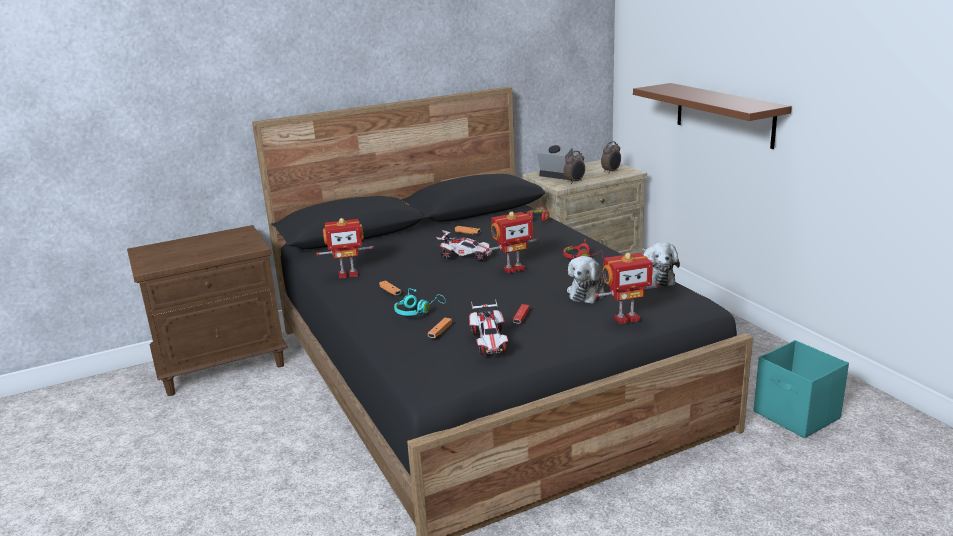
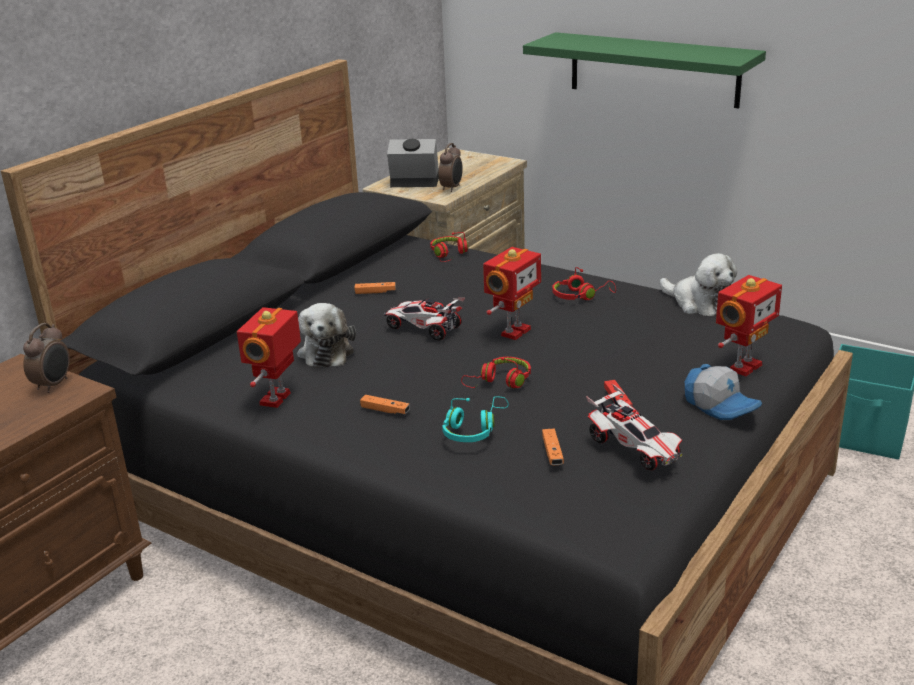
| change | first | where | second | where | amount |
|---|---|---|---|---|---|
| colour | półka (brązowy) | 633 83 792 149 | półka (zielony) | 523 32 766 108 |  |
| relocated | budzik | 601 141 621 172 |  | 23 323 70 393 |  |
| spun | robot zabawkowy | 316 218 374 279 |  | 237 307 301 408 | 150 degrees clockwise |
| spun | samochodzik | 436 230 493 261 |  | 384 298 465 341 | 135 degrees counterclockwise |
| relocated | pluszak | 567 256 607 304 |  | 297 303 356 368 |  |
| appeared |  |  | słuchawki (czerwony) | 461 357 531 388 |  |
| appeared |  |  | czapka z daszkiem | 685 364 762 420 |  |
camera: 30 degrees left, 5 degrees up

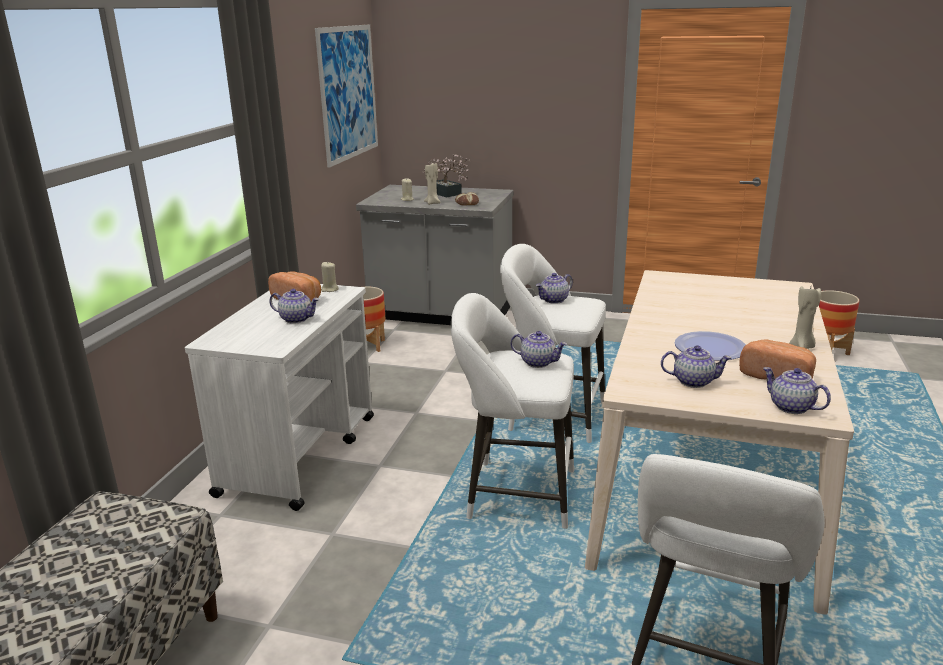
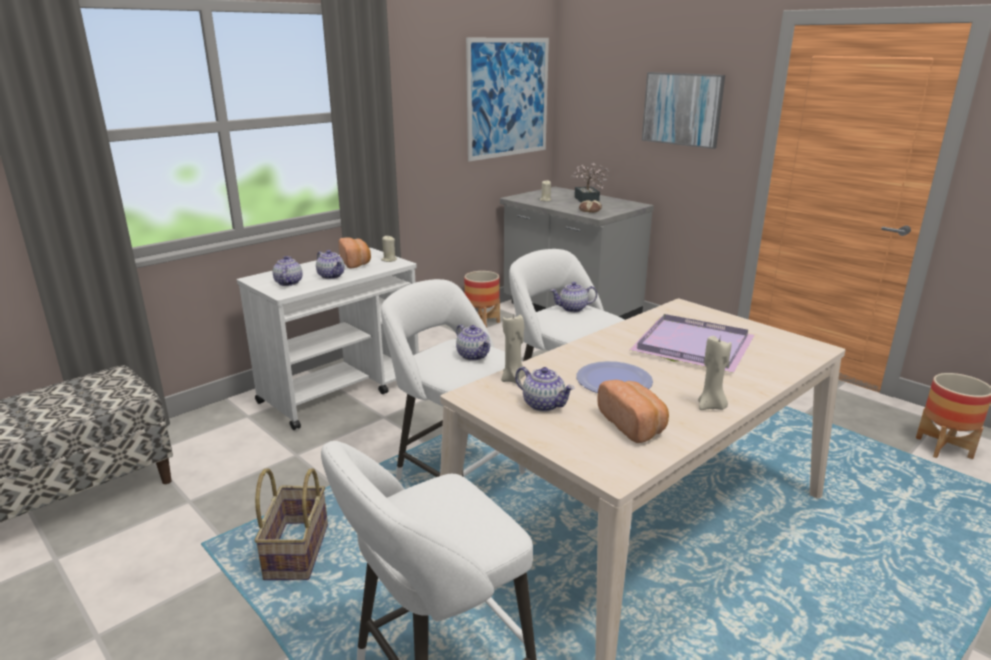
| change | first | where | second | where | amount |
|---|---|---|---|---|---|
| relocated | świeca (beżowy) | 424 163 441 205 |  | 501 313 525 384 |  |
| relocated | imbryk | 763 367 831 414 |  | 273 256 303 286 |  |
| appeared |  |  | obraz | 642 72 725 149 |  |
| appeared |  |  | taca (fioletowy) | 630 314 754 373 |  |
| appeared |  |  | koszyk | 254 468 328 580 |  |
camera: 30 degrees right, 0 degrees up

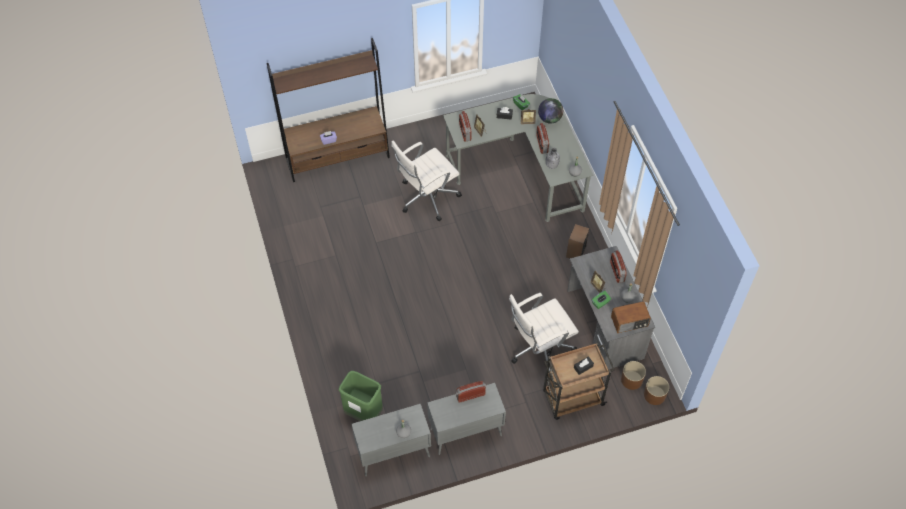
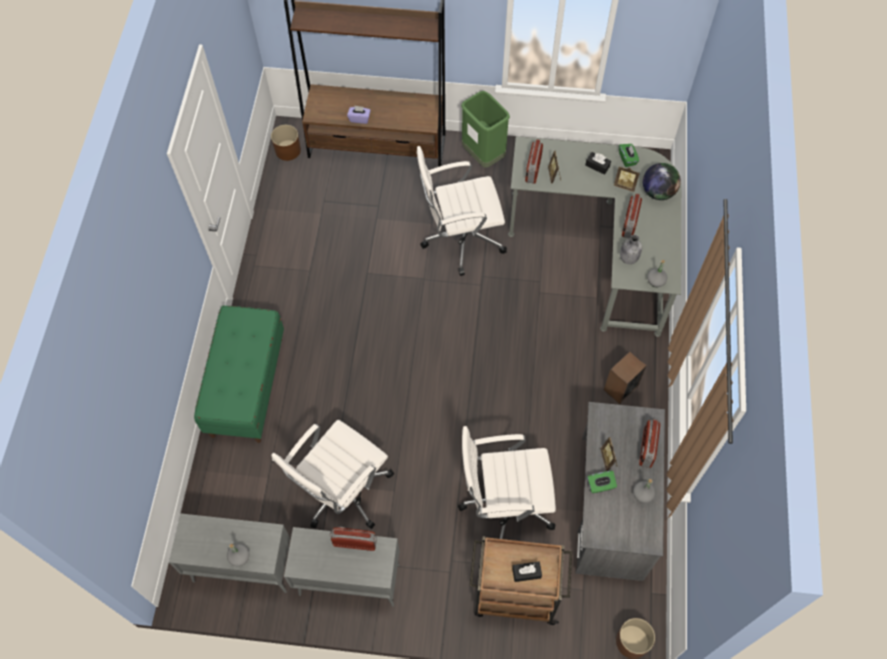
| change | first | where | second | where | amount |
|---|---|---|---|---|---|
| missing | radio | 611 301 651 333 |  |  |  |
| relocated | donica (brązowy) | 621 361 646 390 |  | 271 125 301 161 |  |
| relocated | kosz na śmieci (zielony) | 339 371 383 421 |  | 461 91 510 168 |  |
| appeared |  |  | ławka (zielony) | 194 306 284 443 |  |
| appeared |  |  | krzesło biurowe (biały) | 271 420 394 529 |  |
camera: 25 degrees right, 5 degrees up

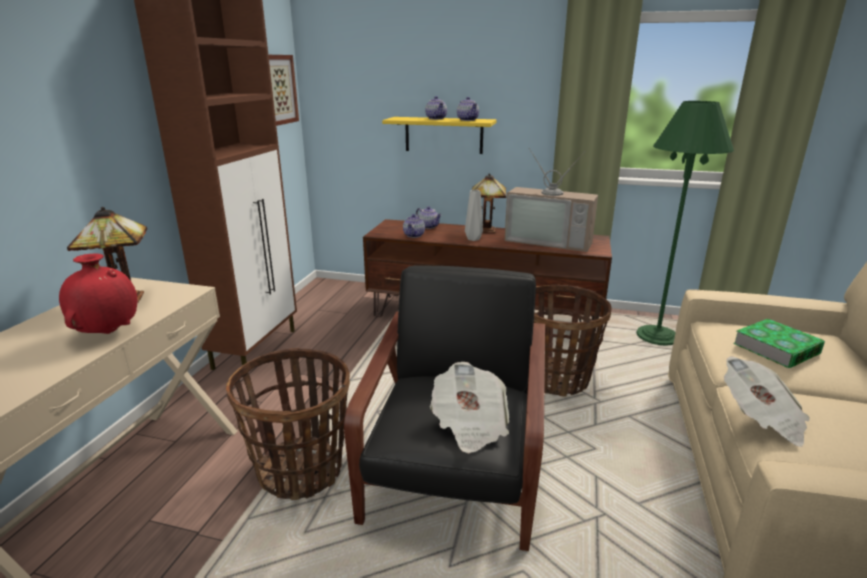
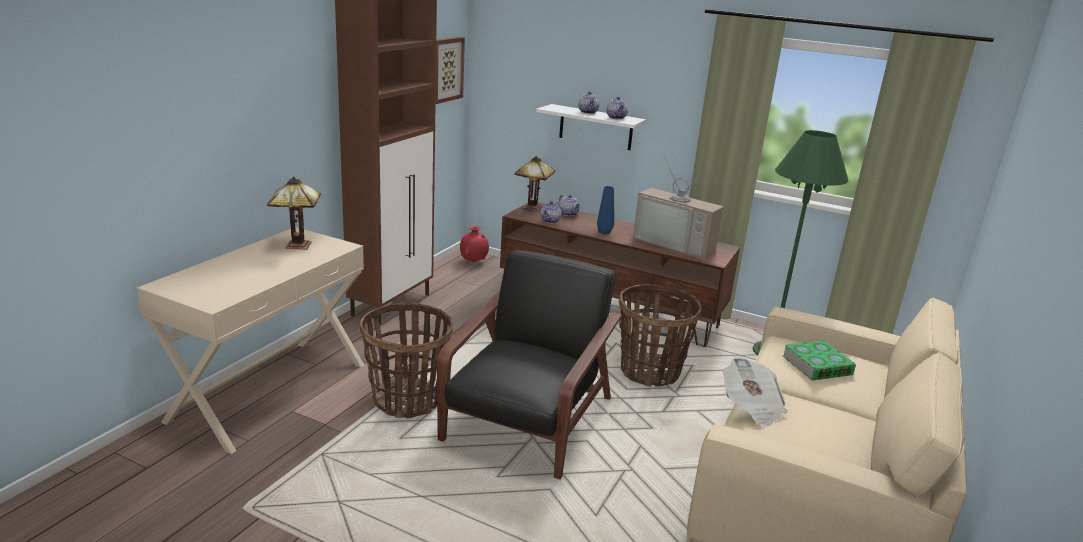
| change | first | where | second | where | amount |
|---|---|---|---|---|---|
| colour | półka (żółty) | 382 117 497 154 | półka (biały) | 536 104 646 150 |  |
| relocated | lampa stołowa | 472 173 506 233 |  | 514 156 555 211 |  |
| colour | wazon (szary) | 465 190 483 241 | wazon (niebieski) | 597 186 614 234 |  |
| relocated | wazon (czerwony) | 59 254 137 334 |  | 460 226 489 262 |  |
| missing | gazeta | 430 362 509 453 |  |  |  |
camera: 10 degrees right, 0 degrees up

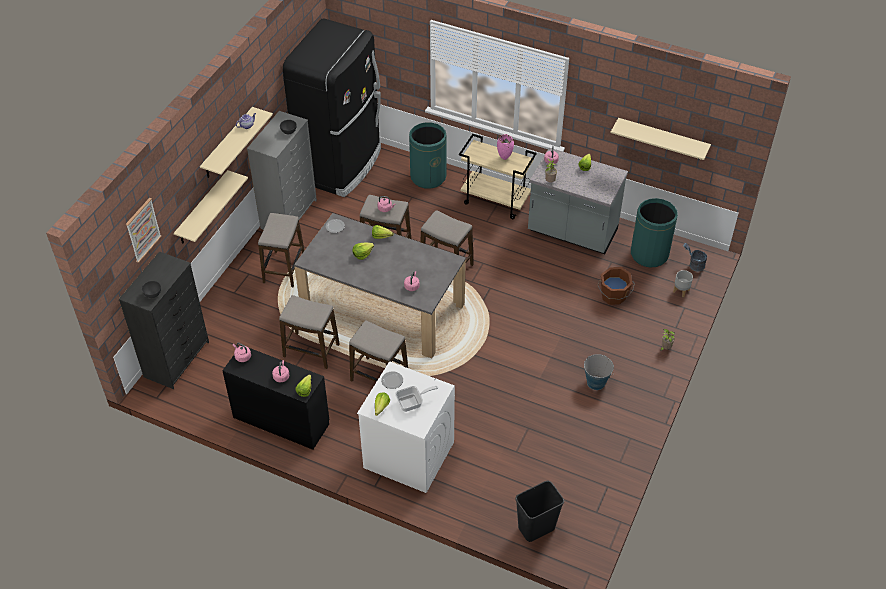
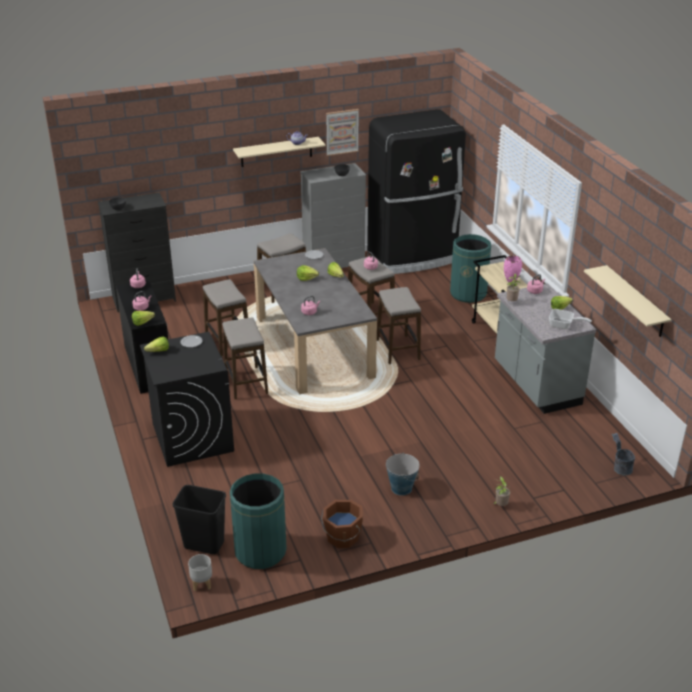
| change | first | where | second | where | amount |
|---|---|---|---|---|---|
| missing | półka (beżowy) | 174 170 248 244 |  |  |  |
| relocated | obraz | 126 198 162 263 |  | 326 109 359 156 |  |
| relocated | kosz na śmieci (zielony) | 631 198 678 268 |  | 230 474 287 569 |  |
| relocated | wiadro (brązowy) | 598 267 635 305 |  | 321 500 363 548 |  |
| relocated | donica (szary) | 673 270 693 297 |  | 188 554 212 591 |  |
| colour | pralka (biały) | 357 361 455 493 | pralka (czarny) | 140 332 234 467 |  |
| relocated | patelnia | 395 386 438 412 |  | 549 309 592 329 |  |
camera: 45 degrees right, 15 degrees down

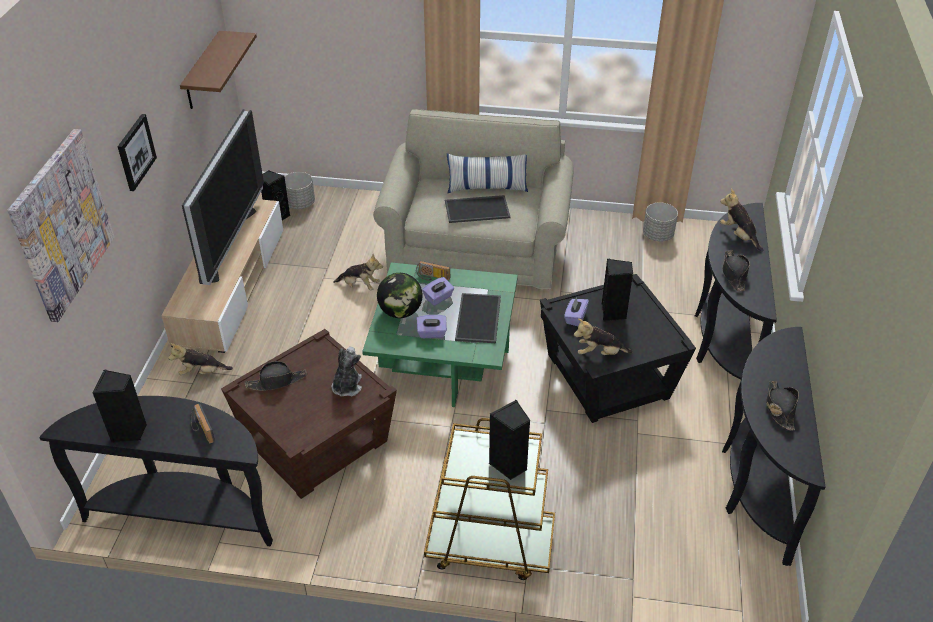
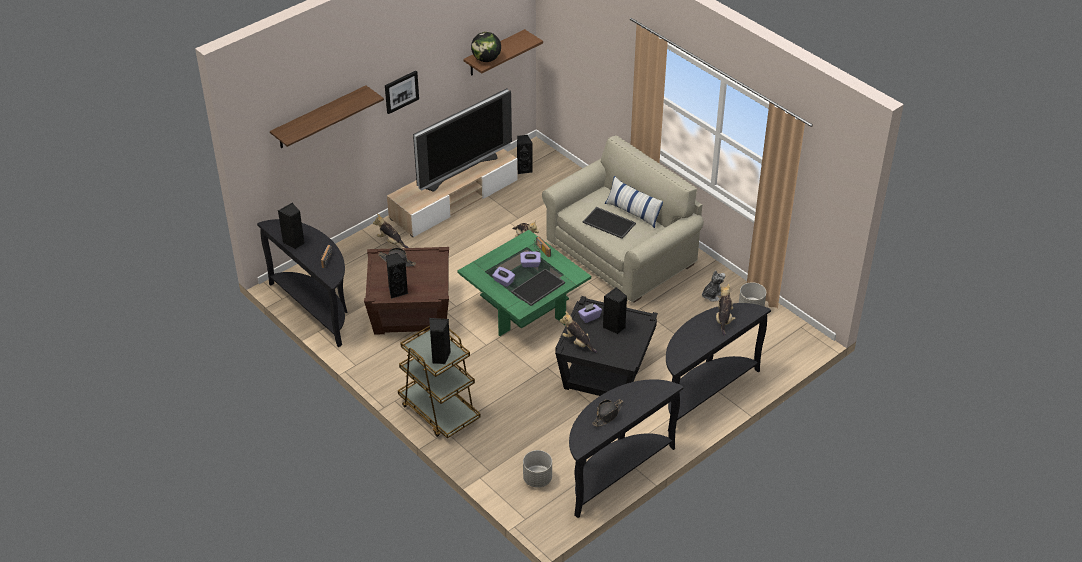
| change | first | where | second | where | amount |
|---|---|---|---|---|---|
| exchanged | obraz | 7 129 114 322 | półka | 270 85 384 148 |  |
| relocated | donica (szary) | 285 172 315 209 |  | 523 450 552 488 |  |
| missing | kapelusz (czarny) | 722 250 750 292 |  |  |  |
| relocated | globus | 377 273 423 318 |  | 471 32 501 62 |  |
| relocated | pluszak | 332 347 362 396 |  | 702 270 725 302 |  |
| appeared |  |  | głośnik (czarny) | 386 253 408 299 |  |
camera: 40 degrees right, 0 degrees up

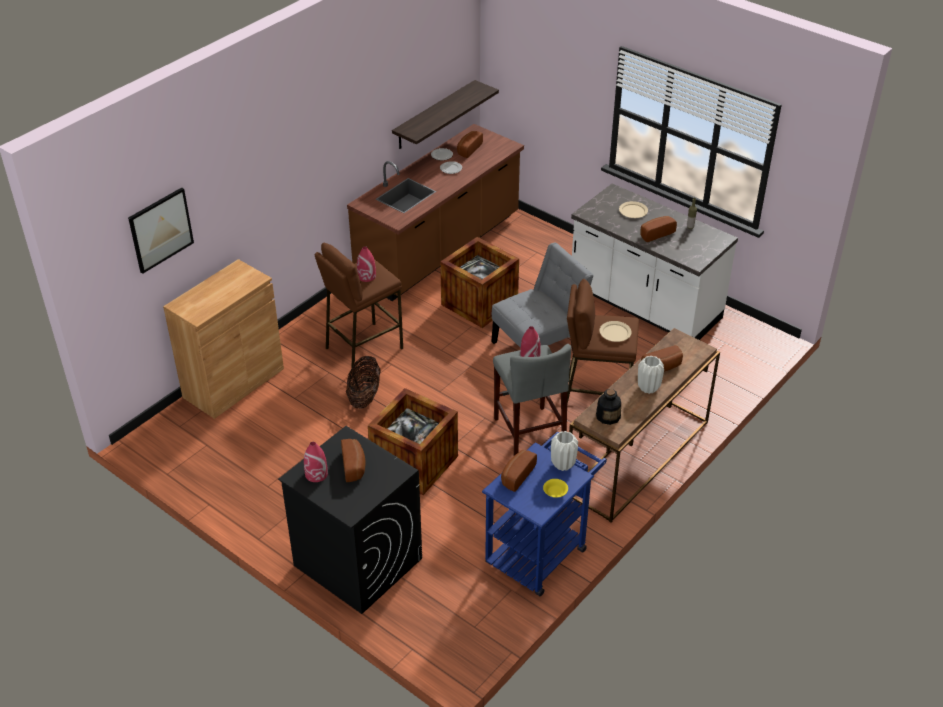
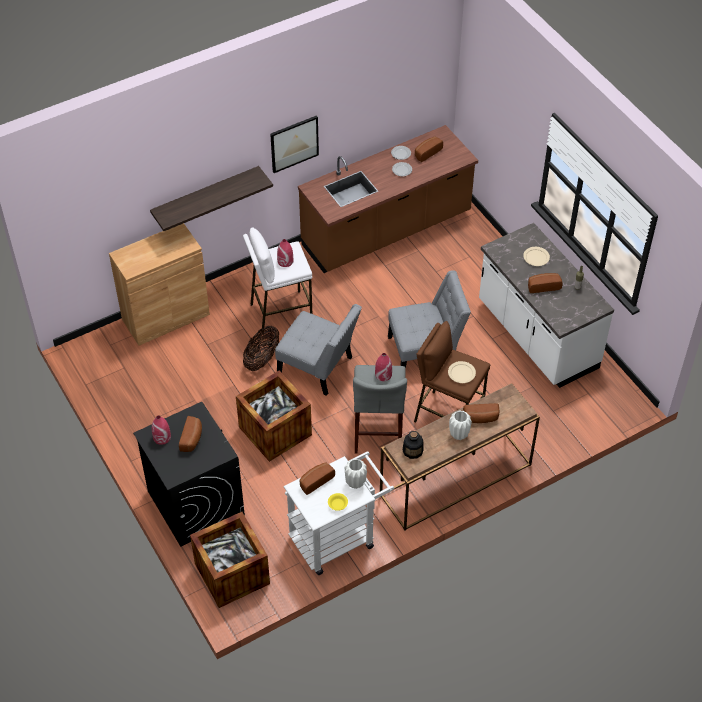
| change | first | where | second | where | amount |
|---|---|---|---|---|---|
| relocated | półka | 392 80 499 149 |  | 150 166 273 231 |  |
| relocated | obraz | 128 188 194 274 |  | 270 115 319 173 |  |
| relocated | skrzynka | 440 237 519 328 |  | 190 512 270 608 |  |
| colour | stołek (brązowy) | 315 243 403 369 | stołek (biały) | 243 227 312 332 |  |
| colour | wózek (niebieski) | 482 432 607 596 | wózek (biały) | 284 452 394 575 |  |
| appeared |  |  | krzesło (szary) | 275 304 362 396 |  |
camera: 20 degrees right, 10 degrees up

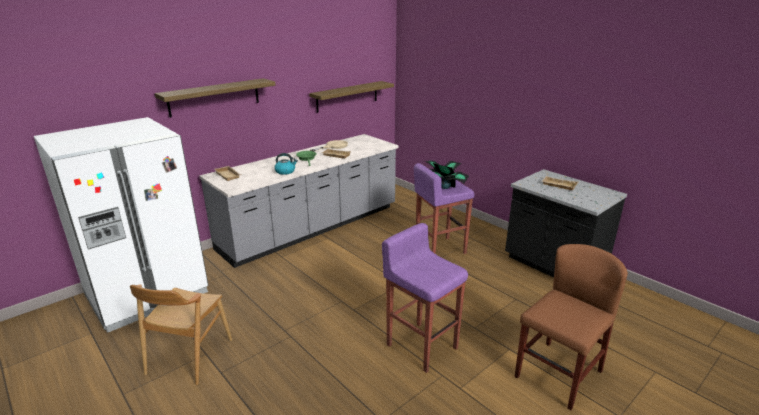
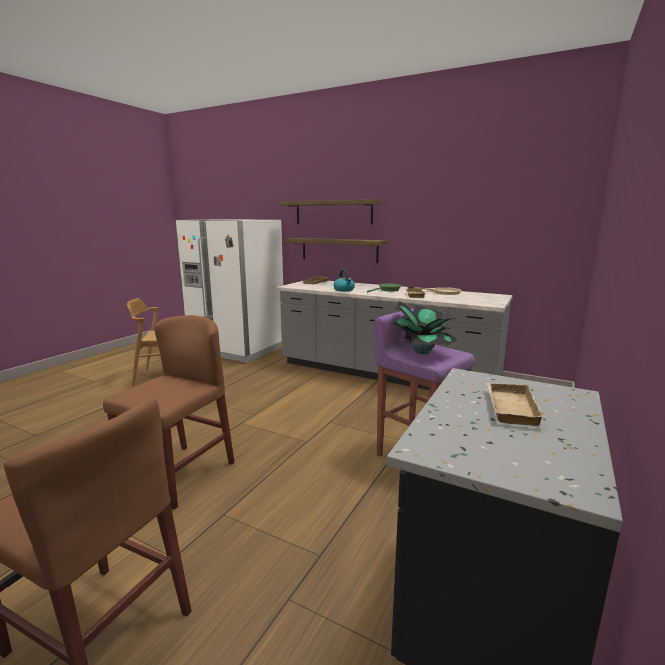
| change | first | where | second | where | amount |
|---|---|---|---|---|---|
| relocated | półka | 309 81 394 113 |  | 285 238 387 263 |  |
| exchanged | stołek (fioletowy) | 382 223 468 373 | krzesło (brązowy) | 103 315 235 510 |  |
camera: 70 degrees right, 10 degrees down

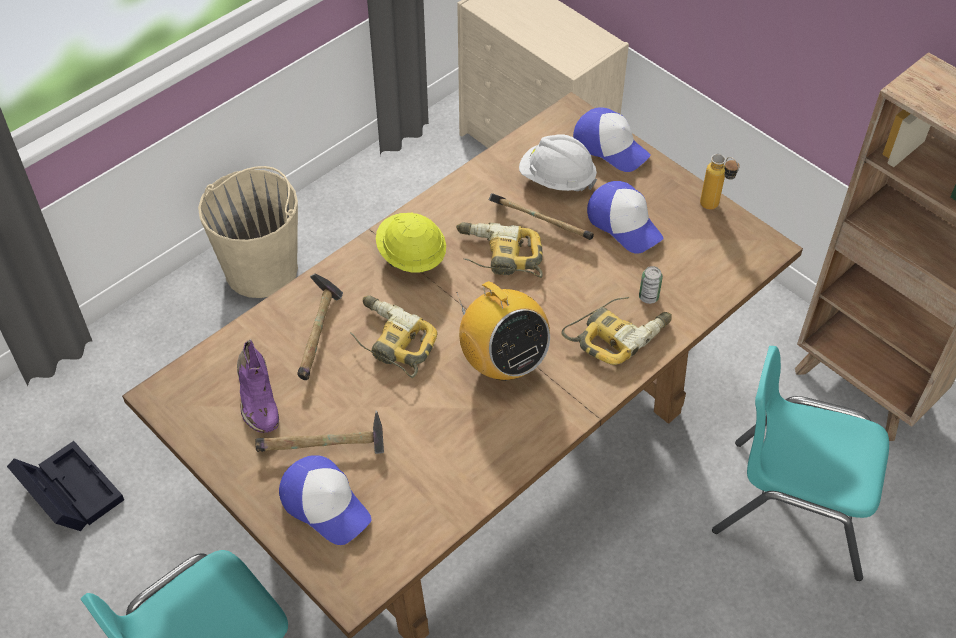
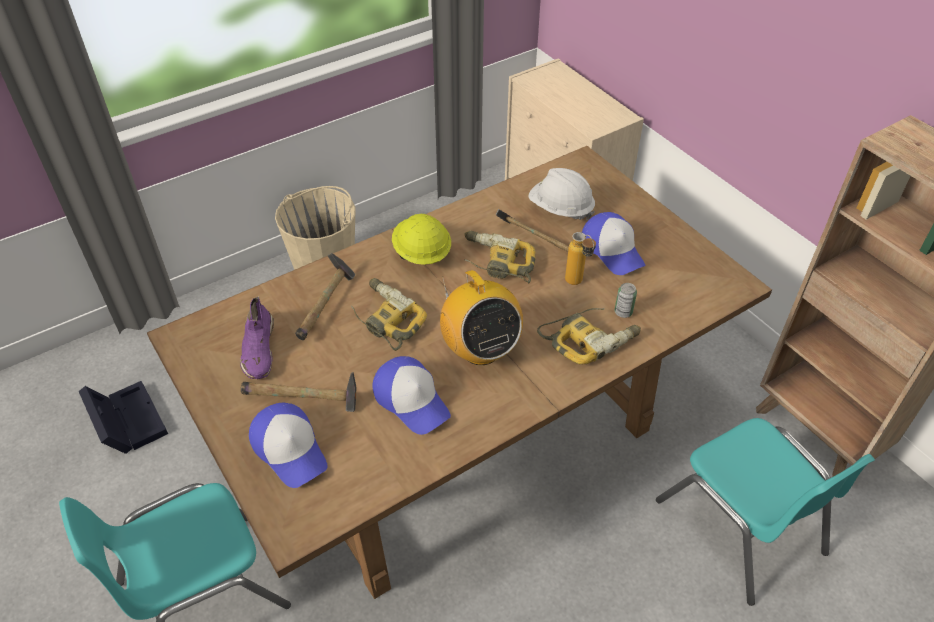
| change | first | where | second | where | amount |
|---|---|---|---|---|---|
| relocated | czapka z daszkiem | 573 107 651 172 |  | 373 356 451 435 |  |
| relocated | butelka | 700 154 740 210 |  | 565 232 596 285 |  |
| spun | krzesło (turkusowy) | 712 346 889 581 |  | 656 418 875 606 | 150 degrees counterclockwise |
camera: 10 degrees right, 5 degrees down

